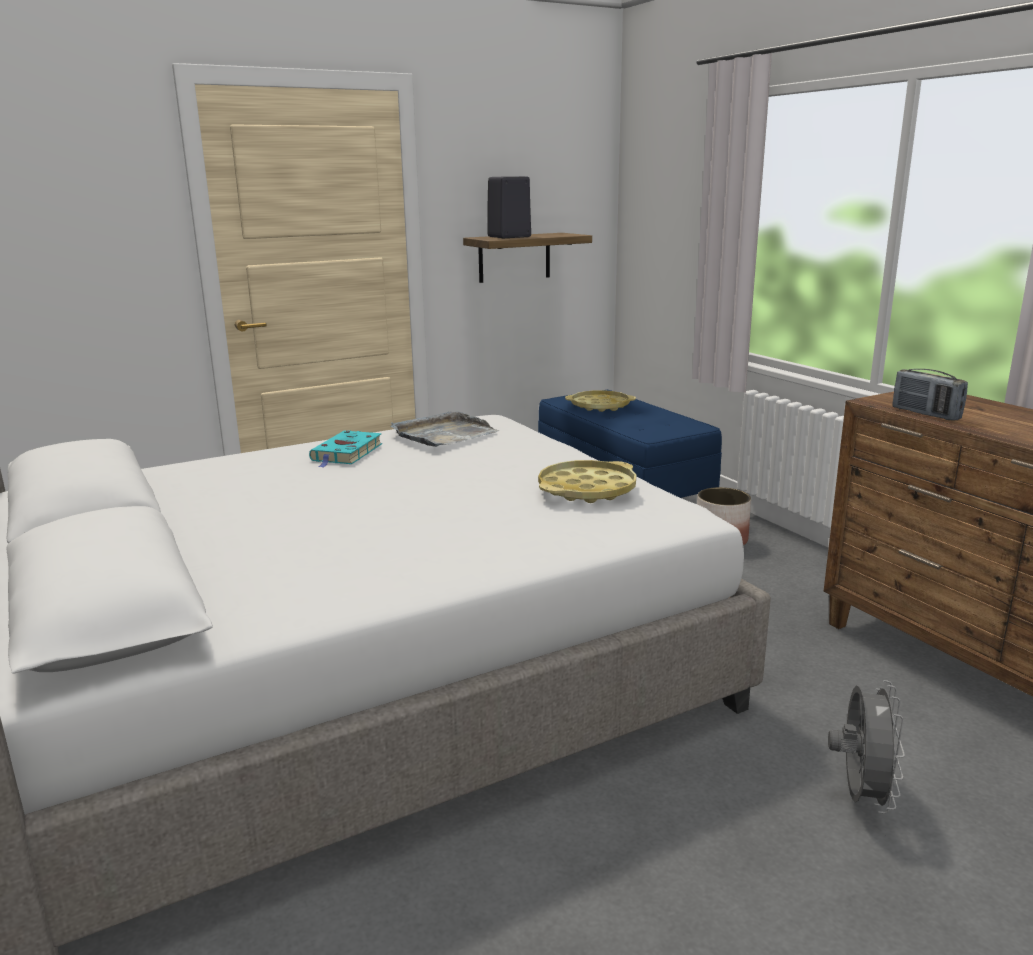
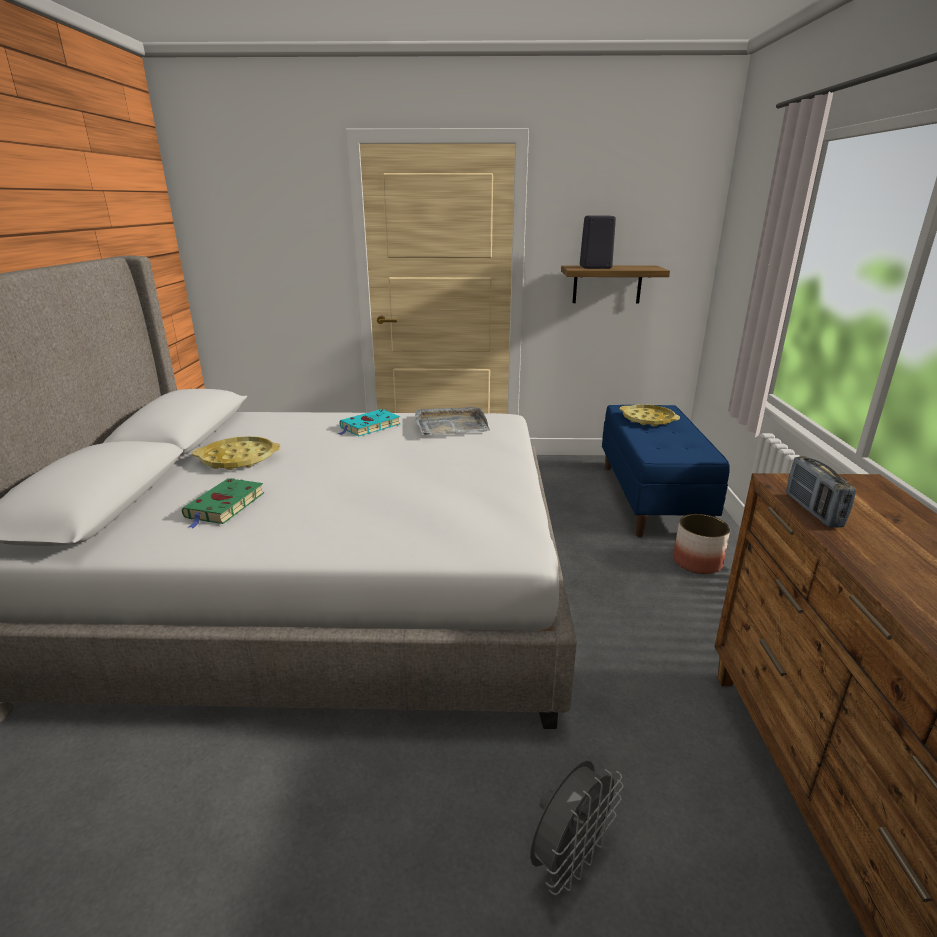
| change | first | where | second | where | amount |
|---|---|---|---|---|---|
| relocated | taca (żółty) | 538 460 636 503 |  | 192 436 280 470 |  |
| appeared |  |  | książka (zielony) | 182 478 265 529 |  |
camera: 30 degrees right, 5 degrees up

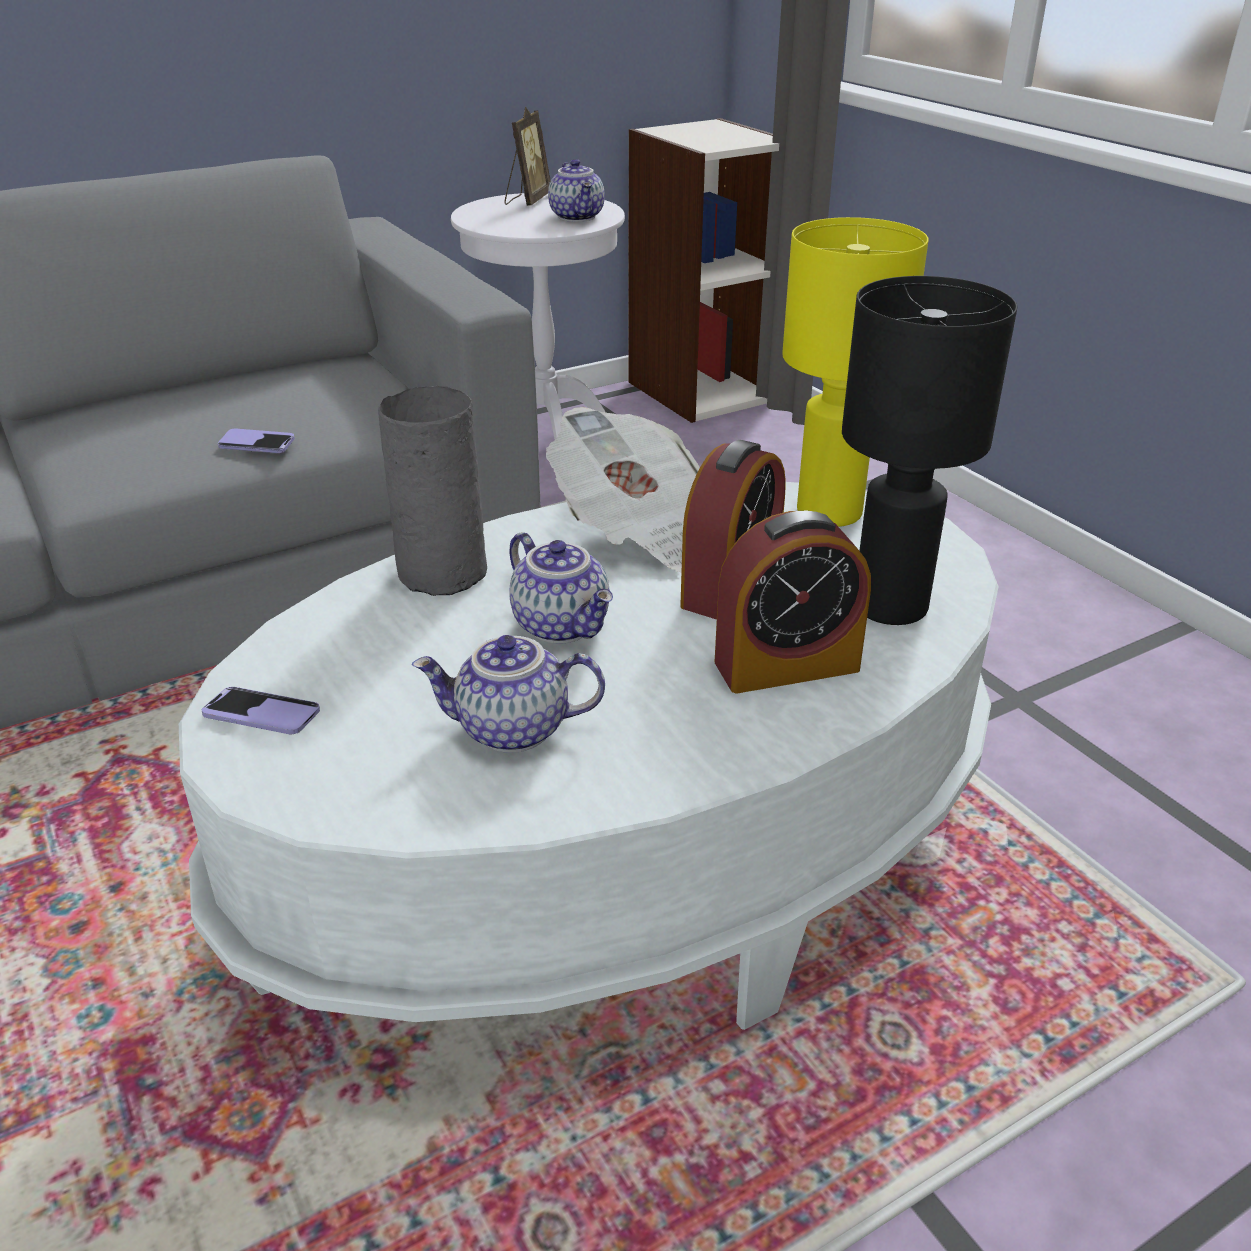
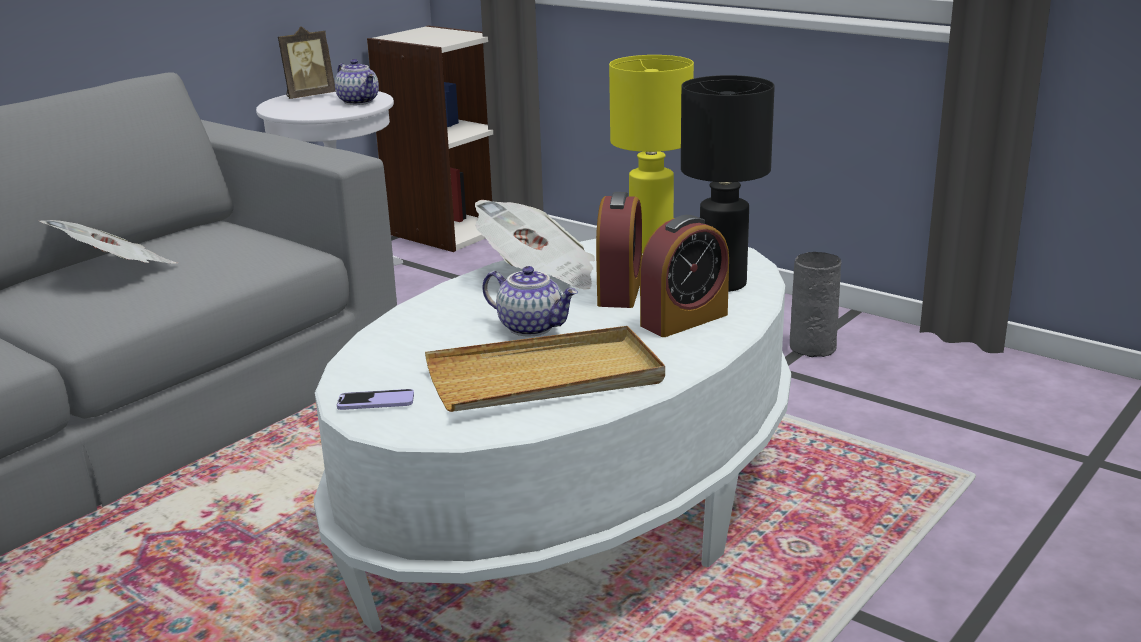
| change | first | where | second | where | amount |
|---|---|---|---|---|---|
| spun | ramka na zdjęcie | 505 106 551 206 |  | 278 27 336 99 | 60 degrees clockwise |
| relocated | wazon (szary) | 378 386 487 596 |  | 790 252 841 357 |  |
| missing | telefon | 218 428 295 453 |  |  |  |
| exchanged | imbryk | 412 635 605 753 | taca (beżowy) | 425 326 665 412 |  |
| appeared |  |  | gazeta | 39 220 177 263 |  |
camera: 20 degrees left, 10 degrees down

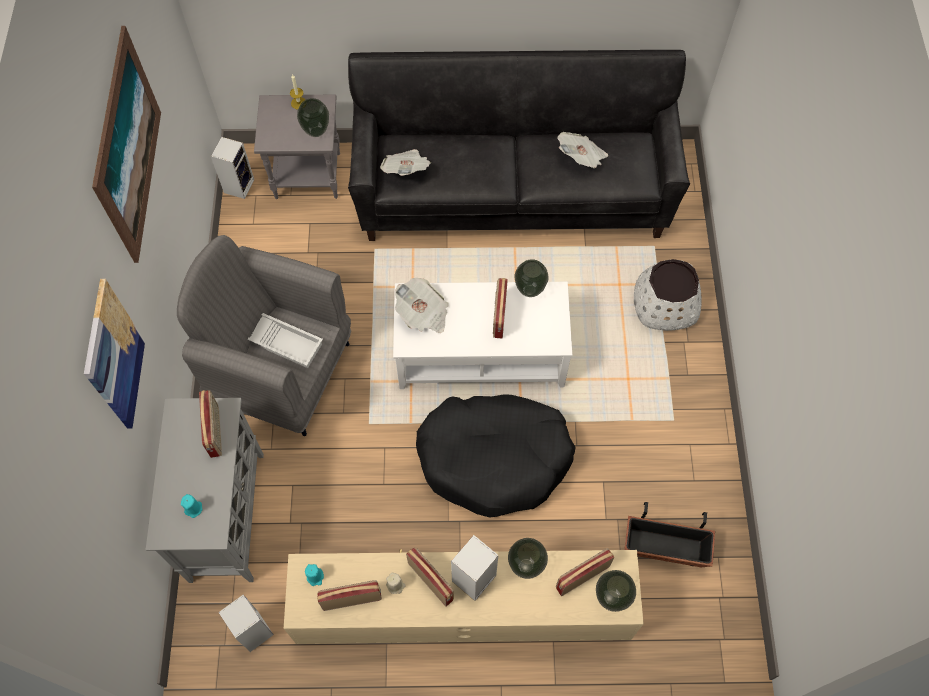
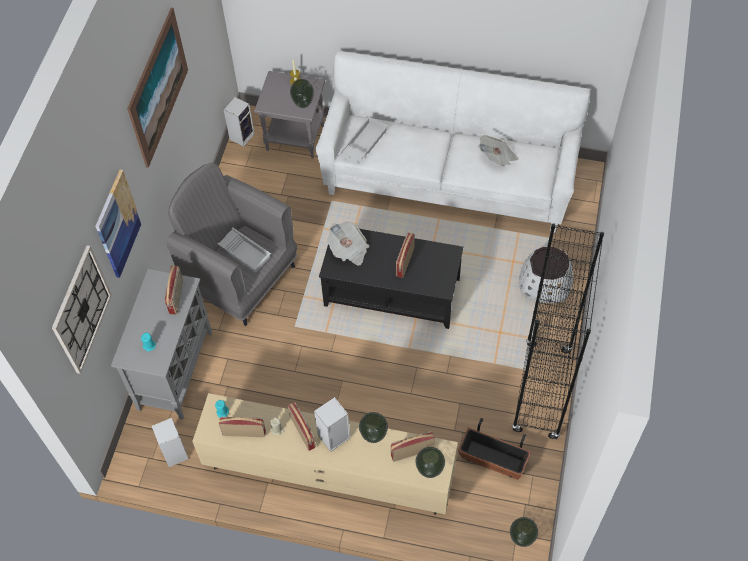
| change | first | where | second | where | amount |
|---|---|---|---|---|---|
| colour | kanapa (czarny) | 348 50 690 241 | kanapa (biały) | 315 51 590 233 |  |
| exchanged | gazeta | 380 149 431 176 | taca (biały) | 338 116 388 165 |  |
| relocated | wazon | 514 259 549 297 |  | 510 517 538 547 |  |
| colour | ława (biały) | 393 282 572 389 | ława (czarny) | 319 228 463 329 |  |
| missing | legowisko (czarny) | 416 394 576 517 |  |  |  |
| appeared |  |  | regał (czarny) | 512 223 604 440 |  |
| appeared |  |  | zegar ścienny | 52 245 112 374 |  |
camera: 15 degrees right, 5 degrees down

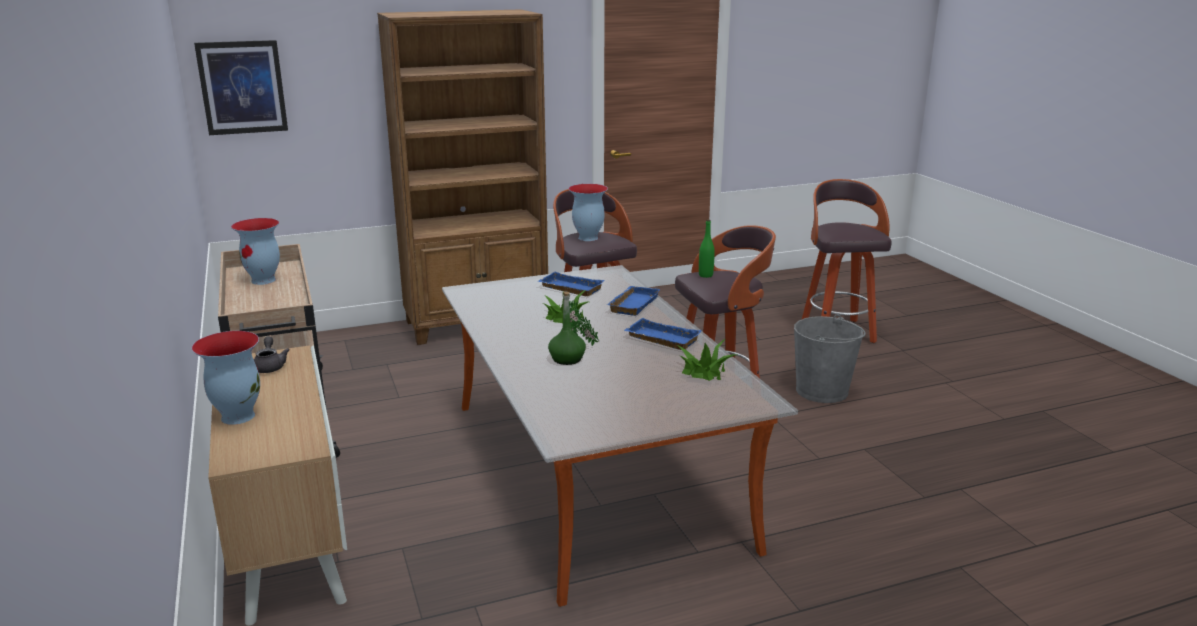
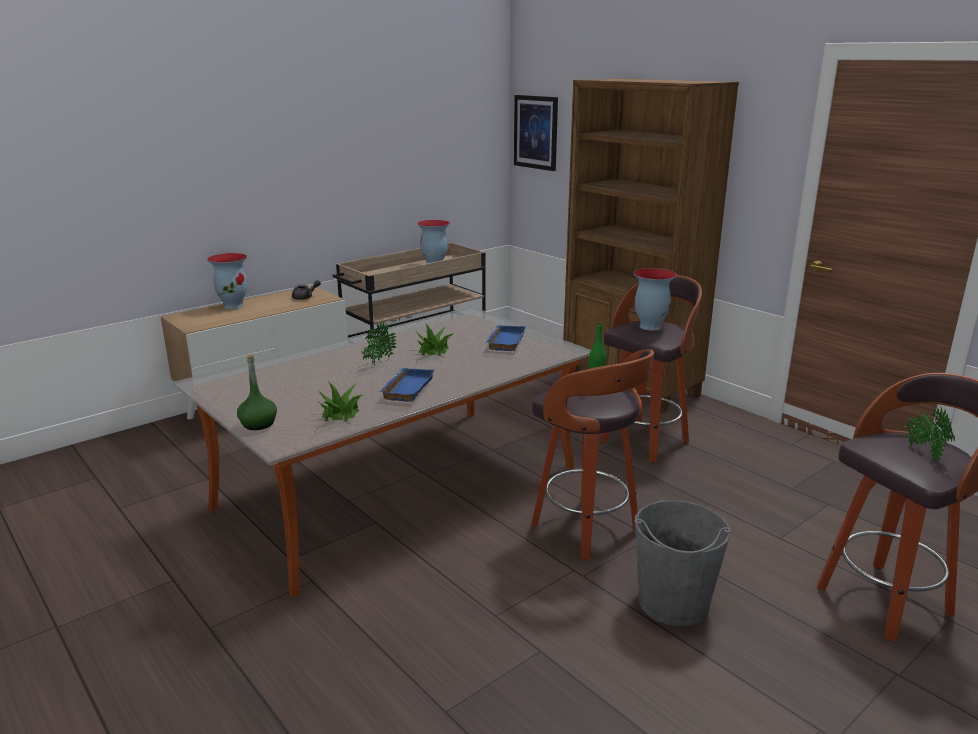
| change | first | where | second | where | amount |
|---|---|---|---|---|---|
| missing | taca (niebieski) | 607 286 660 316 |  |  |  |
| relocated | butelka (zielony) | 548 291 586 365 |  | 237 354 277 430 |  |
| appeared |  |  | roślina doniczkowa | 904 407 955 461 |  |
camera: 70 degrees right, 0 degrees up

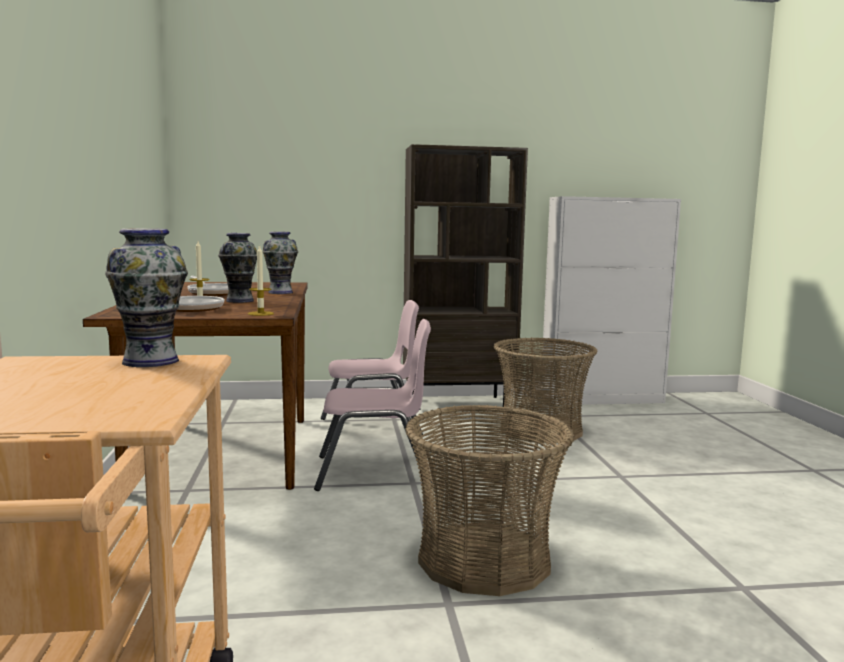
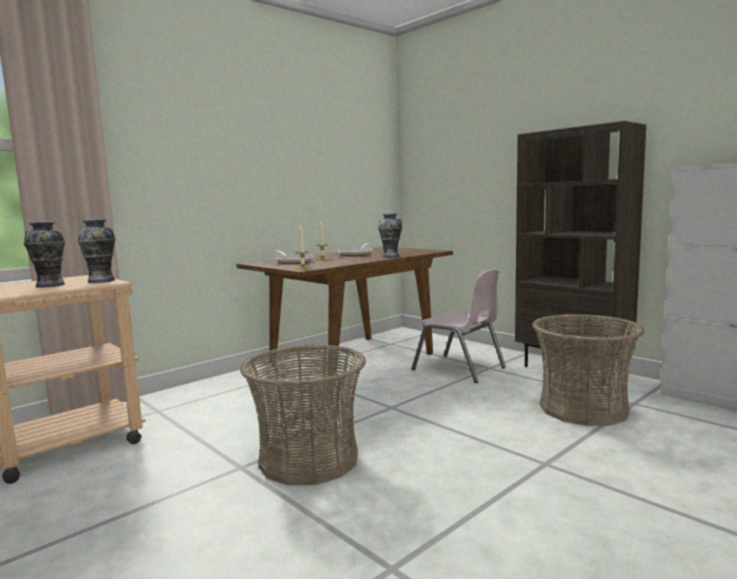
| change | first | where | second | where | amount |
|---|---|---|---|---|---|
| relocated | wazon | 218 233 257 303 |  | 24 221 65 288 |  |
| missing | krzesło (różowy) | 314 319 432 491 |  |  |  |
camera: 55 degrees right, 0 degrees up

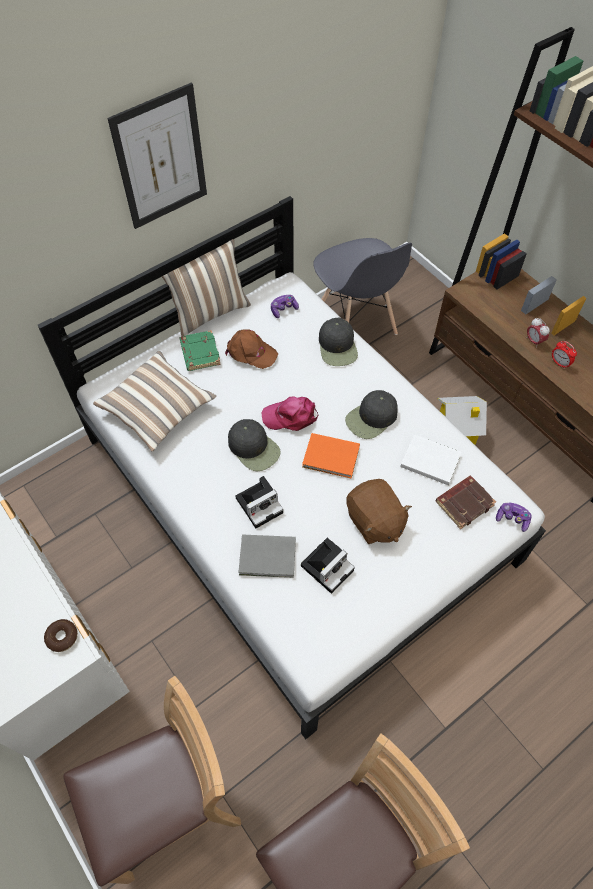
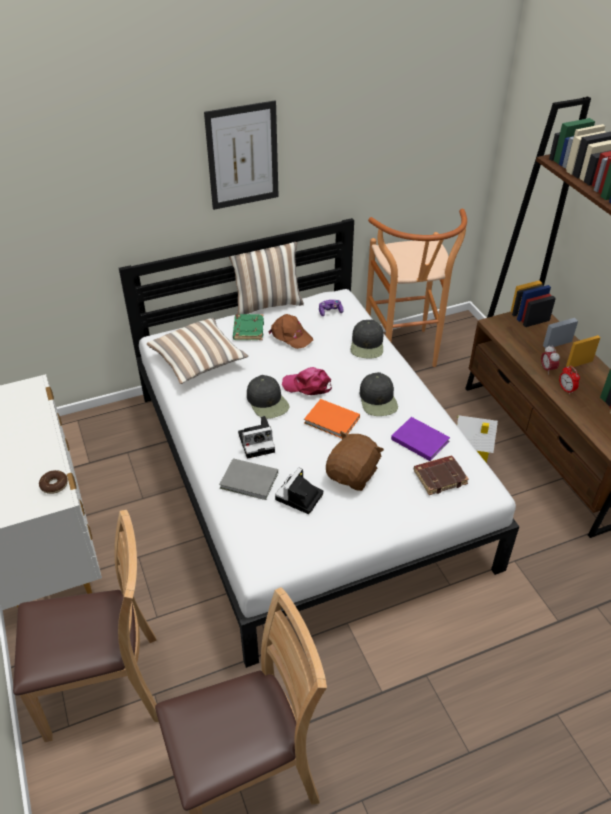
| change | first | where | second | where | amount |
|---|---|---|---|---|---|
| exchanged | krzesło (szary) | 313 238 412 335 | stołek (brązowy) | 366 209 467 367 |  |
| spun | czapka z daszkiem (czarny) | 345 390 397 439 |  | 360 372 398 416 | 75 degrees counterclockwise |
| colour | książka (biały) | 400 434 462 485 | książka (fioletowy) | 391 417 450 461 |  |
| spun | pluszak (brązowy) | 346 479 412 544 |  | 326 431 384 491 | 135 degrees counterclockwise |
| missing | pad do gier | 496 503 532 532 |  |  |  |
| spun | aparat fotograficzny | 301 538 355 593 |  | 275 468 323 514 | 150 degrees clockwise |
camera: 15 degrees right, 15 degrees down

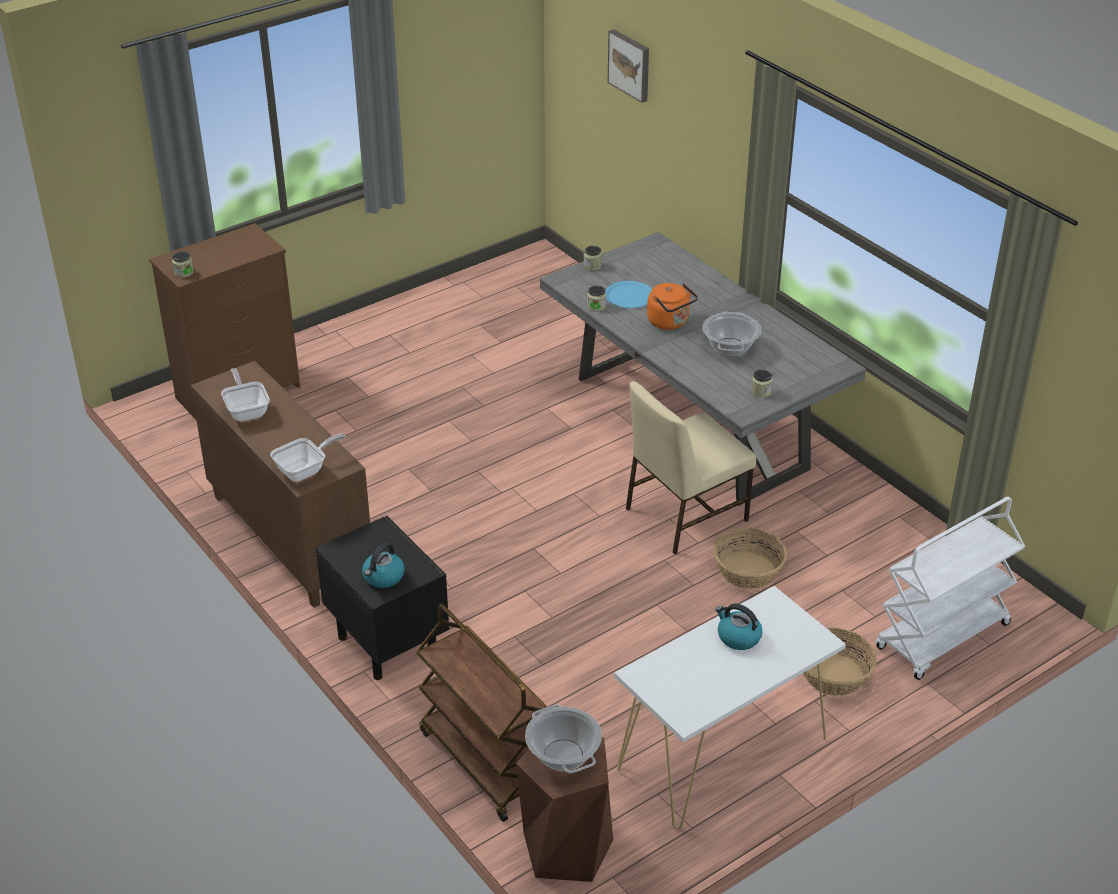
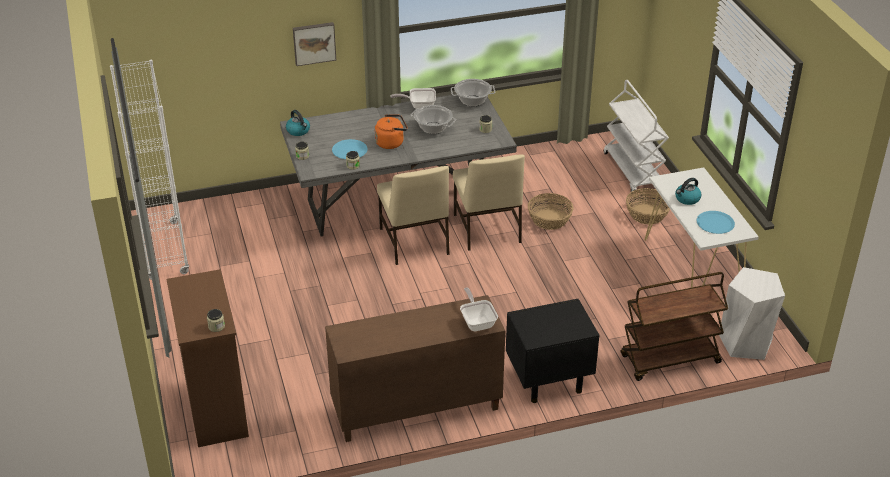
| change | first | where | second | where | amount |
|---|---|---|---|---|---|
| relocated | obraz | 608 29 649 103 |  | 293 22 336 66 |  |
| relocated | patelnia | 221 368 270 422 |  | 391 88 436 109 |  |
| relocated | czajnik | 362 543 404 588 |  | 286 110 310 136 |  |
| relocated | garnek | 525 704 602 774 |  | 451 79 495 106 |  |
| colour | stołek (brązowy) | 516 737 613 882 | stołek (biały) | 719 267 785 360 |  |
| appeared |  |  | regał (biały) | 110 60 189 280 |  |
| appeared |  |  | krzesło (beżowy) | 377 166 449 265 |  |
| appeared |  |  | talerz (niebieski) | 697 211 735 234 |  |
camera: 70 degrees left, 0 degrees up

